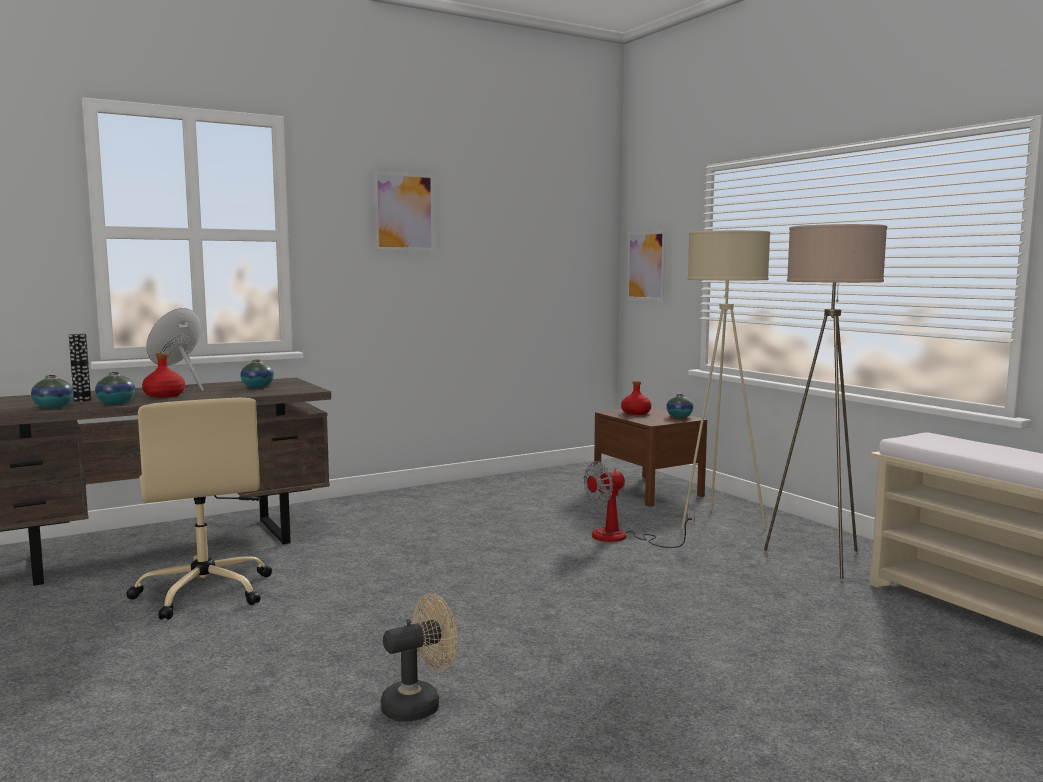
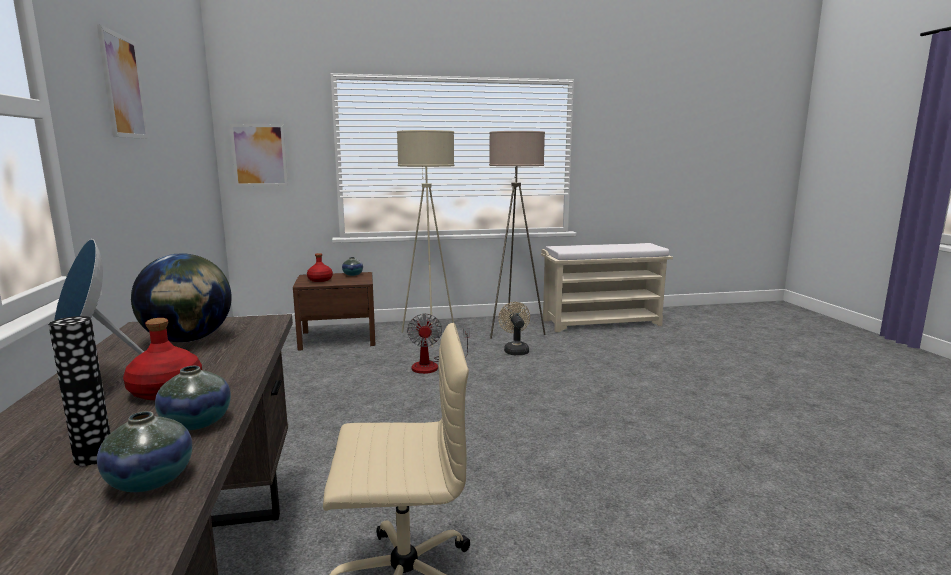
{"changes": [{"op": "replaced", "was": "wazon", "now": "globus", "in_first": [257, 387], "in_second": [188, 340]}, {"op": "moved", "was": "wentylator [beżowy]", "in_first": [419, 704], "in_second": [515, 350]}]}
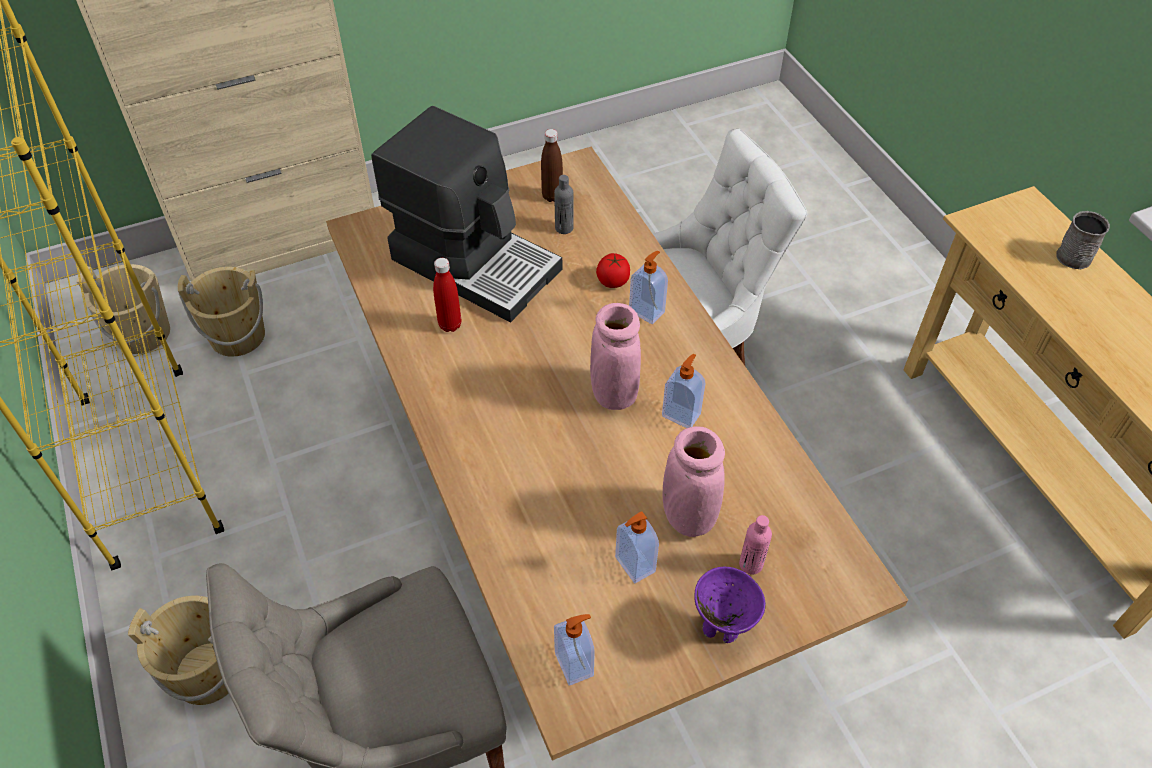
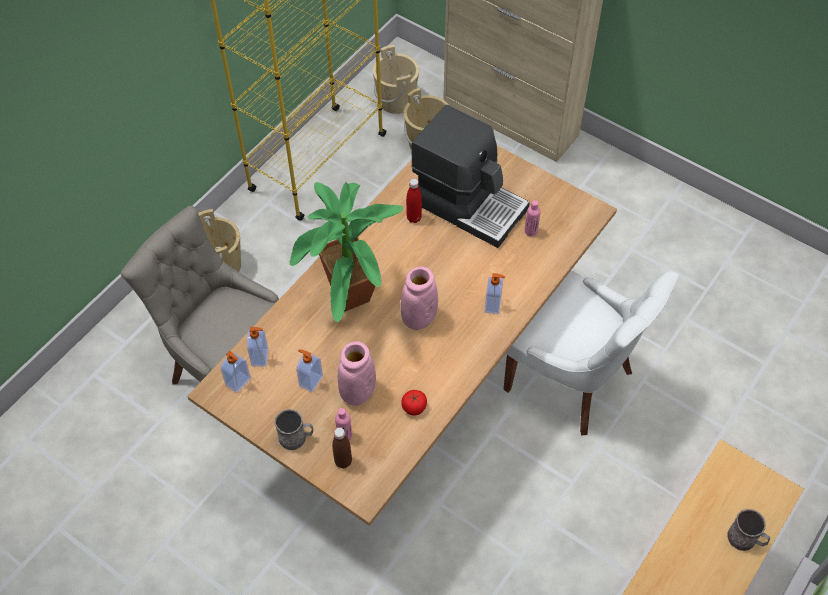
{"changes": [{"op": "turned", "was": "ekspres do kawy", "in_first": [476, 262], "in_second": [469, 204], "clockwise": -60}, {"op": "moved", "was": "butelka [brązowy]", "in_first": [552, 196], "in_second": [343, 461]}, {"op": "recoloured", "was": "butelka [szary]", "now": "butelka [różowy]", "in_first": [564, 228], "in_second": [531, 231]}, {"op": "moved", "was": "pomidor", "in_first": [613, 281], "in_second": [414, 407]}, {"op": "moved", "was": "dozownik mydła", "in_first": [681, 414], "in_second": [261, 357]}, {"op": "replaced", "was": "miska [fioletowy]", "now": "kubek [szary]", "in_first": [721, 628], "in_second": [296, 437]}, {"op": "added", "now": "roślina doniczkowa", "in_second": [350, 304]}]}
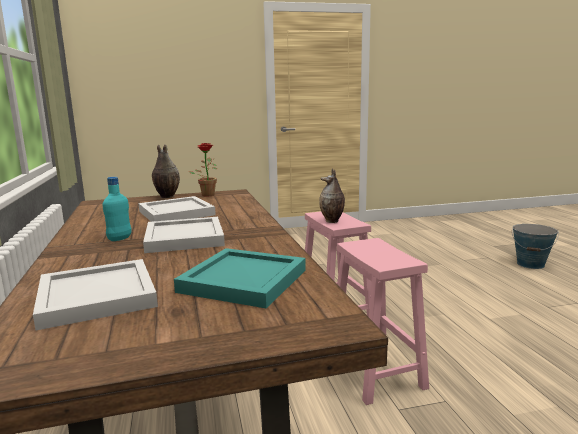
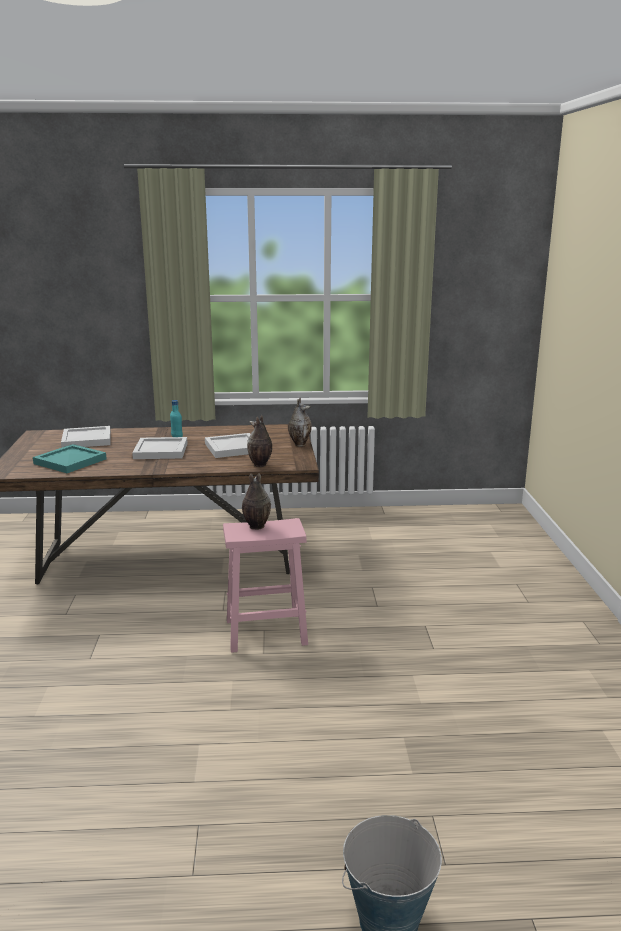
{"changes": [{"op": "removed", "was": "roślina doniczkowa", "in_first": [207, 194]}, {"op": "removed", "was": "stołek [różowy]", "in_first": [376, 373]}, {"op": "added", "now": "wazon", "in_second": [259, 465]}]}
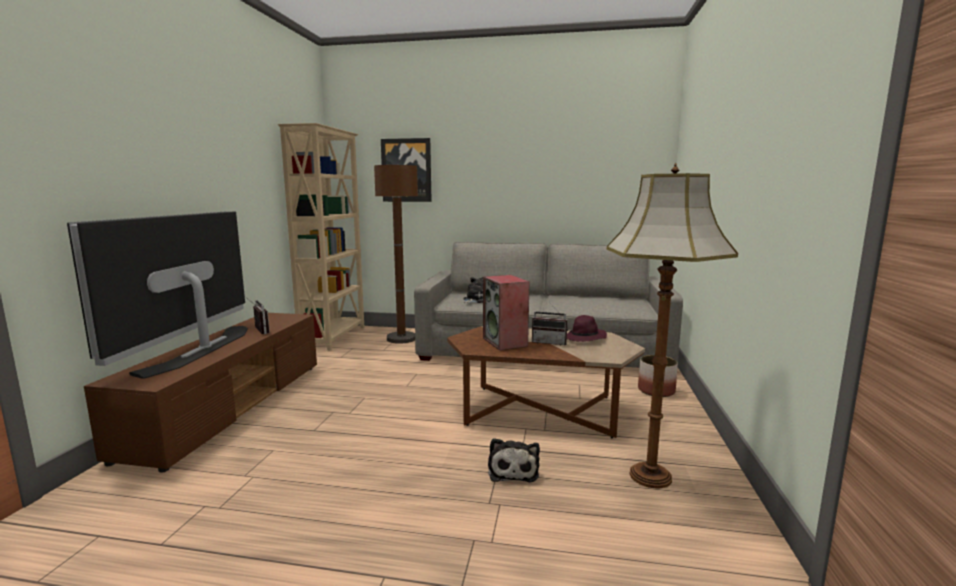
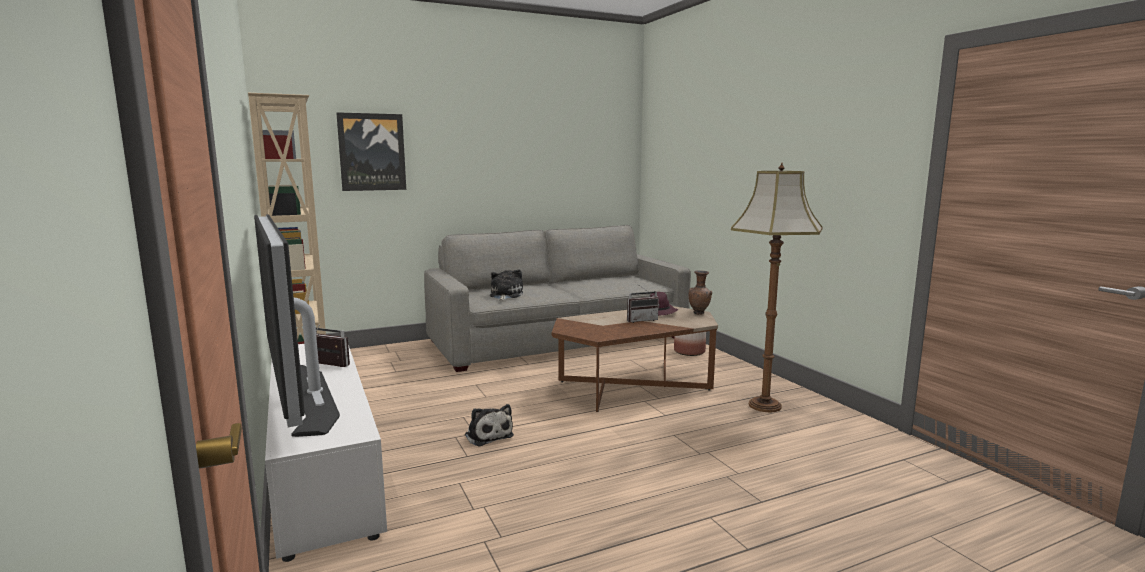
{"changes": [{"op": "removed", "was": "lampa stojąca [brązowy]", "in_first": [401, 339]}, {"op": "removed", "was": "głośnik", "in_first": [505, 342]}, {"op": "recoloured", "was": "szafka pod telewizor [brązowy]", "now": "szafka pod telewizor [biały]", "in_first": [231, 406], "in_second": [322, 465]}, {"op": "moved", "was": "pluszak", "in_first": [513, 470], "in_second": [488, 435]}, {"op": "added", "now": "wazon [brązowy]", "in_second": [699, 313]}]}
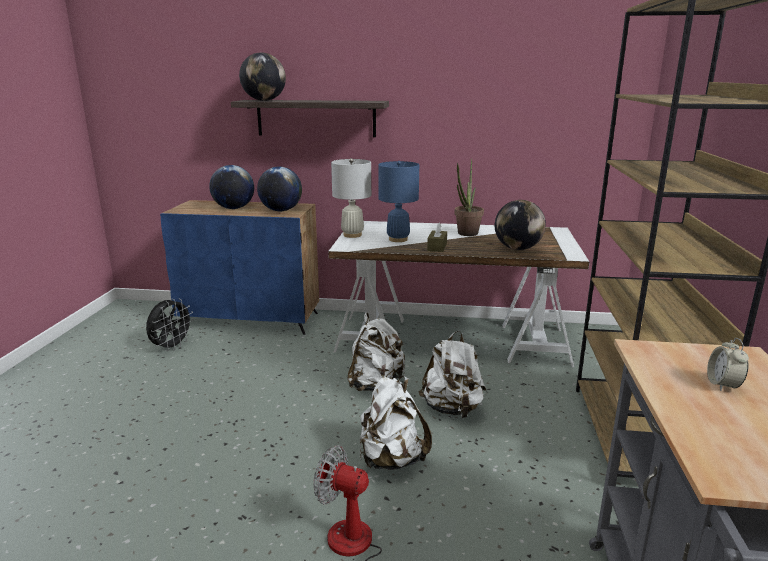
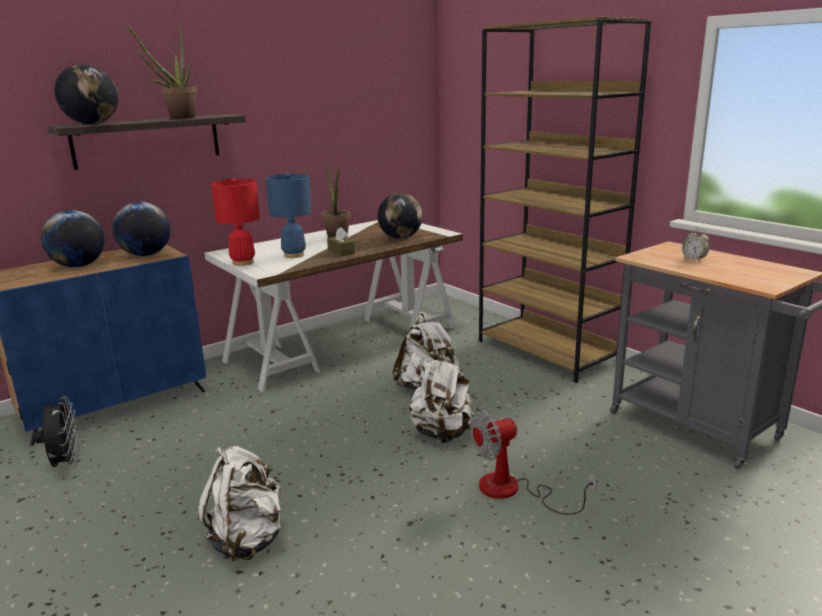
{"changes": [{"op": "recoloured", "was": "lampa stołowa [biały]", "now": "lampa stołowa [czerwony]", "in_first": [352, 235], "in_second": [243, 262]}, {"op": "moved", "was": "plecak [biały]", "in_first": [375, 384], "in_second": [248, 539]}, {"op": "added", "now": "roślina doniczkowa", "in_second": [177, 118]}]}
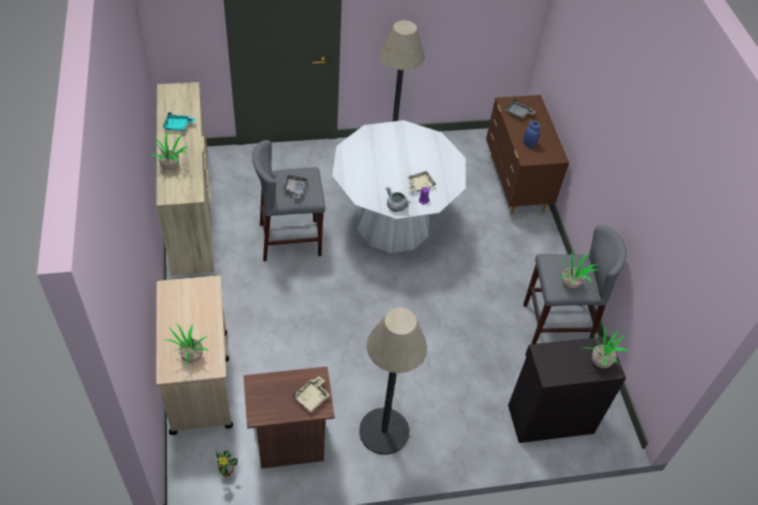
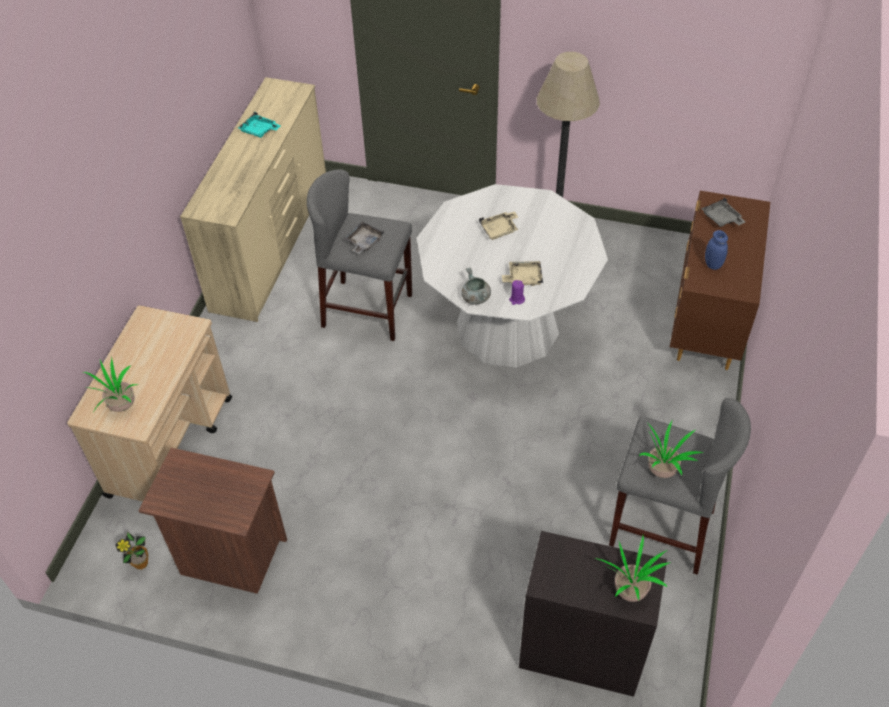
{"changes": [{"op": "removed", "was": "roślina doniczkowa", "in_first": [171, 166]}, {"op": "removed", "was": "lampa stojąca", "in_first": [384, 431]}, {"op": "moved", "was": "taca [beżowy]", "in_first": [312, 397], "in_second": [499, 230]}]}
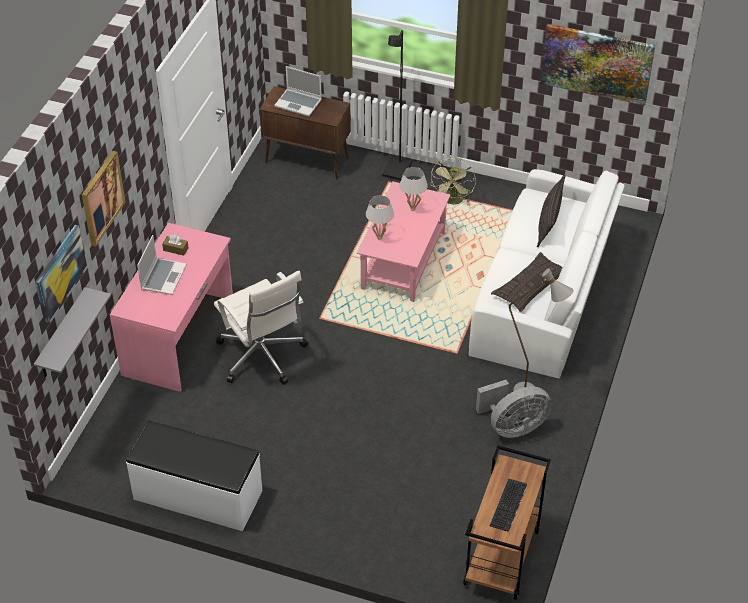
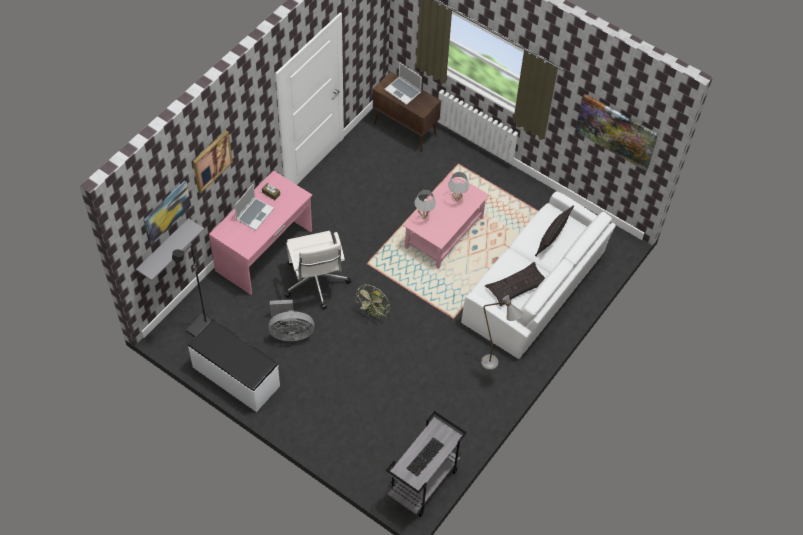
{"changes": [{"op": "moved", "was": "lampa stojąca [czarny]", "in_first": [397, 170], "in_second": [201, 328]}, {"op": "moved", "was": "wentylator [zielony]", "in_first": [453, 201], "in_second": [374, 313]}, {"op": "moved", "was": "wentylator [szary]", "in_first": [513, 427], "in_second": [290, 333]}, {"op": "recoloured", "was": "wózek [brązowy]", "now": "wózek [szary]", "in_first": [502, 558], "in_second": [423, 484]}]}
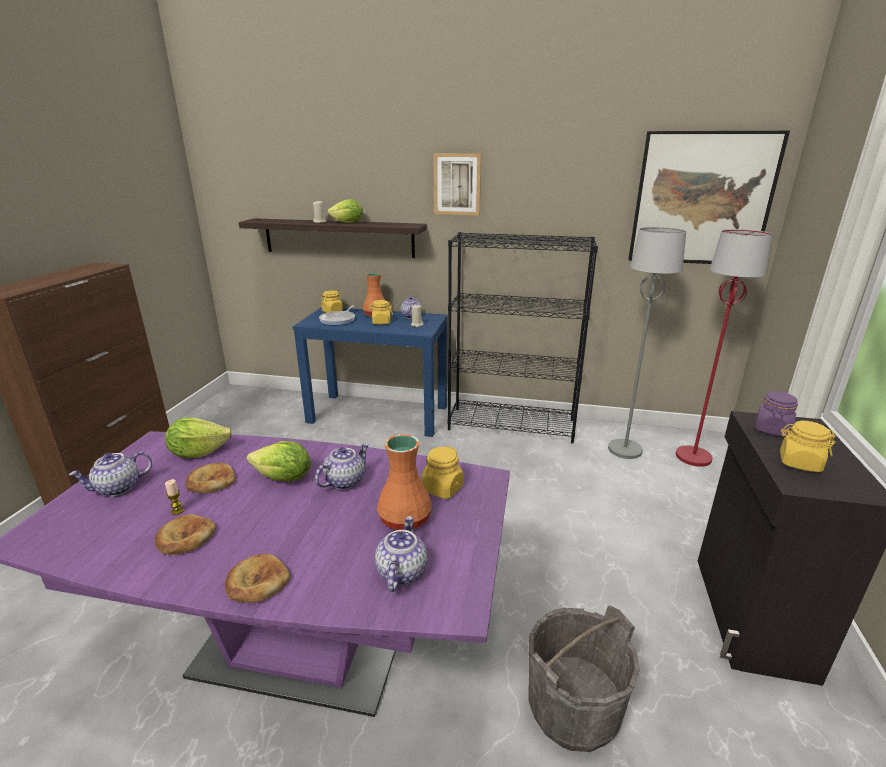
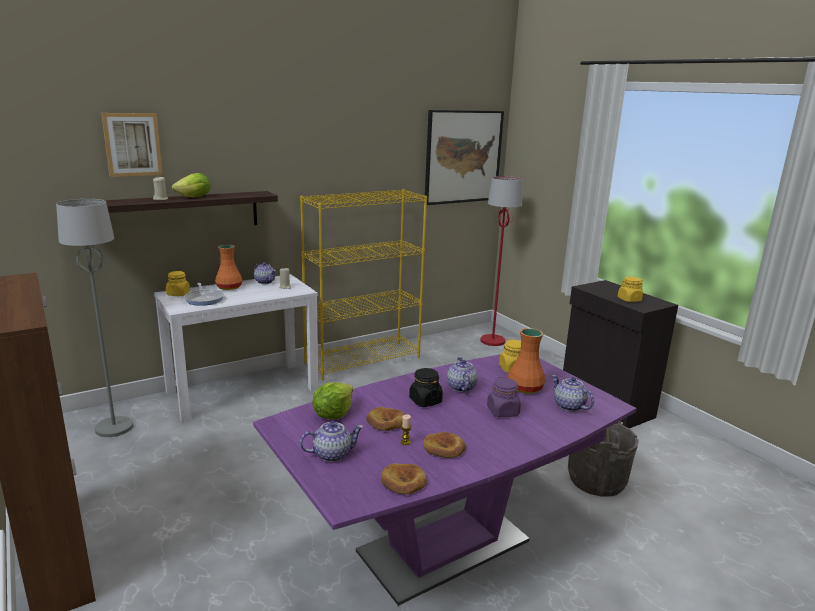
{"changes": [{"op": "moved", "was": "obraz", "in_first": [457, 184], "in_second": [132, 144]}, {"op": "moved", "was": "lampa stojąca [szary]", "in_first": [625, 450], "in_second": [115, 428]}, {"op": "recoloured", "was": "regał [czarny]", "now": "regał [żółty]", "in_first": [512, 425], "in_second": [363, 360]}, {"op": "removed", "was": "słoik [żółty]", "in_first": [381, 322]}, {"op": "recoloured", "was": "stolik konsolowy [niebieski]", "now": "stolik konsolowy [biały]", "in_first": [378, 414], "in_second": [243, 390]}, {"op": "moved", "was": "słoik [fioletowy]", "in_first": [772, 429], "in_second": [503, 411]}, {"op": "replaced", "was": "sałata", "now": "słoik [czarny]", "in_first": [284, 478], "in_second": [425, 401]}, {"op": "turned", "was": "imbryk", "in_first": [118, 488], "in_second": [332, 454], "clockwise": -120}, {"op": "moved", "was": "chleb", "in_first": [257, 582], "in_second": [403, 482]}]}
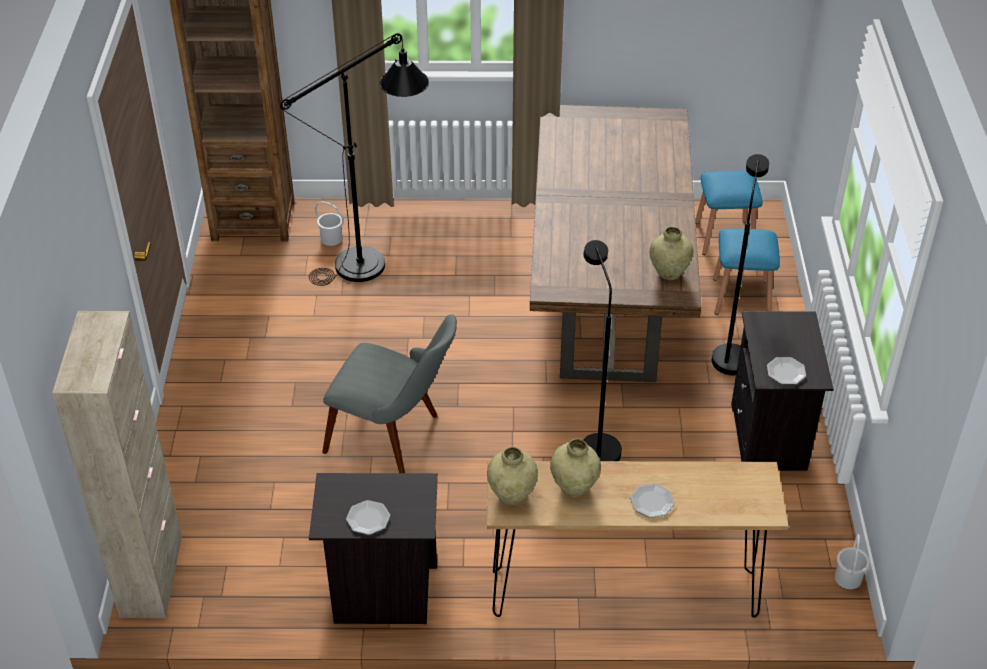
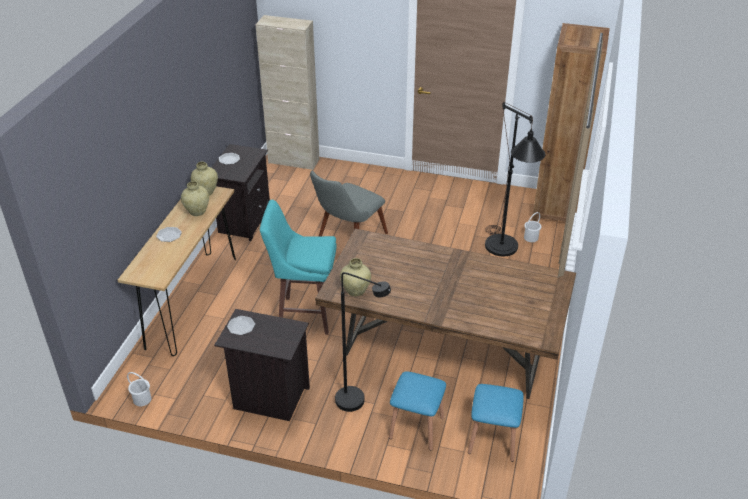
{"changes": [{"op": "replaced", "was": "lampa stojąca [czarny]", "now": "stołek [turkusowy]", "in_first": [595, 444], "in_second": [304, 315]}]}
